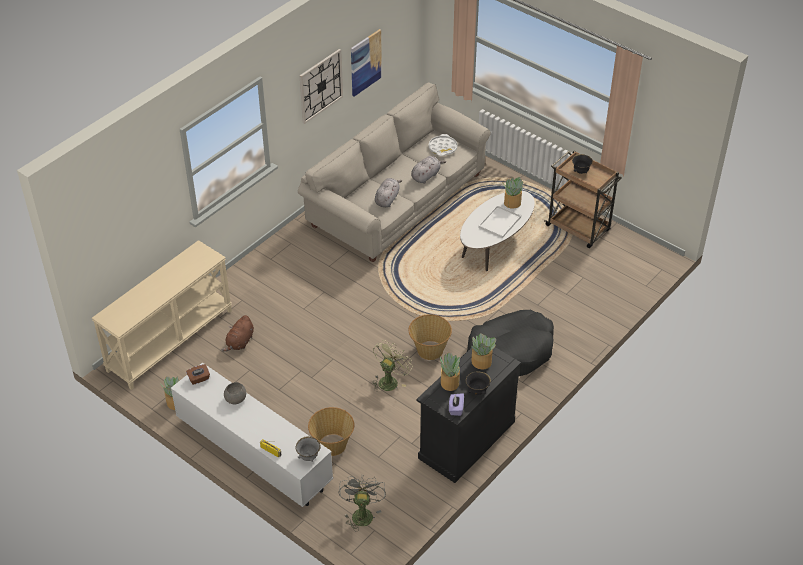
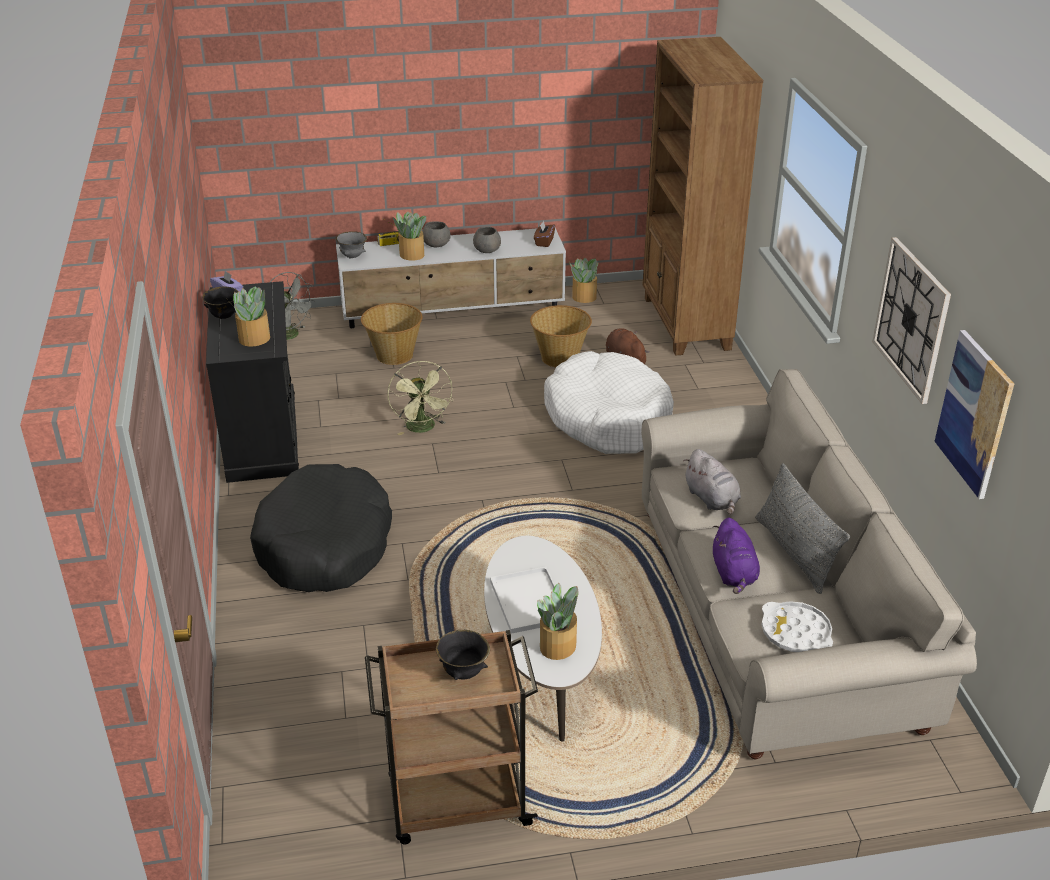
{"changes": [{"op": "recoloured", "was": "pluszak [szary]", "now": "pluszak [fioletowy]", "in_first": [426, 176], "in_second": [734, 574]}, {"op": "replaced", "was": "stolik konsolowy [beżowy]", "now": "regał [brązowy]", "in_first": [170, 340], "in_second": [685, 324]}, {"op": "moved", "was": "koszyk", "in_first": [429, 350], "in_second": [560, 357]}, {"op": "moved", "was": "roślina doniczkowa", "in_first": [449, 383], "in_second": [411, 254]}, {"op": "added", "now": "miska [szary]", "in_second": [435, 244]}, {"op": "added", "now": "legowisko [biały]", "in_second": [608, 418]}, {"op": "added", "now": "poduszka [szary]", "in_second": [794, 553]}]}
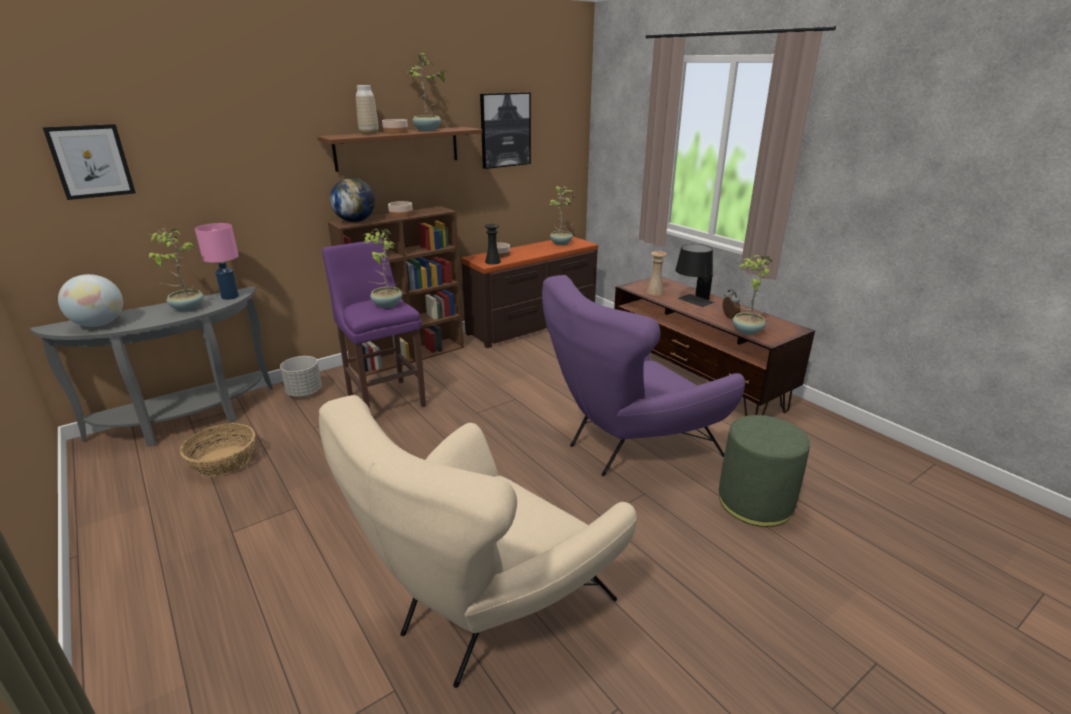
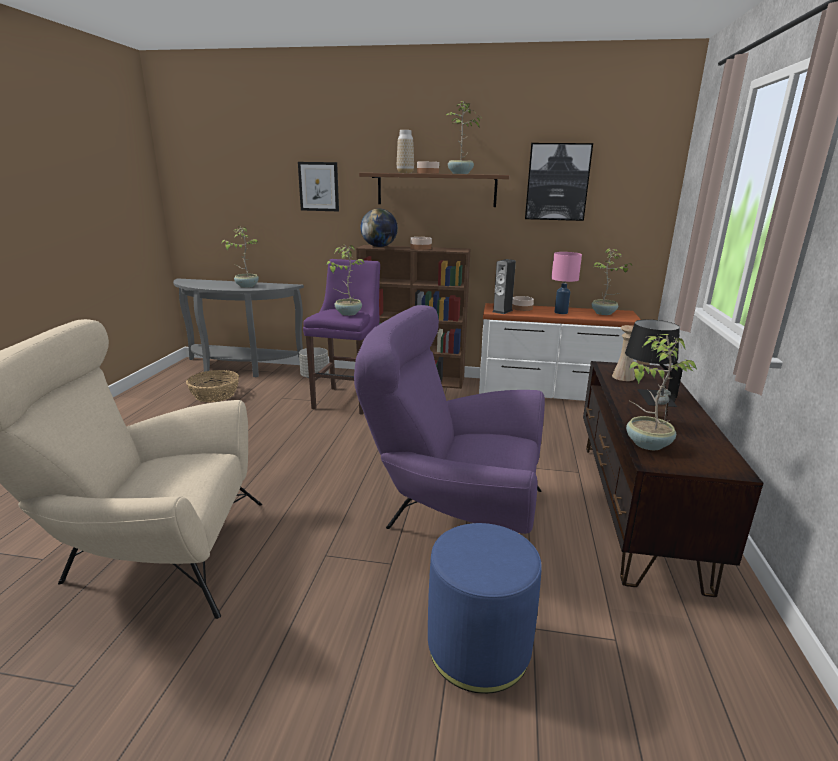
{"changes": [{"op": "moved", "was": "obraz", "in_first": [91, 161], "in_second": [319, 186]}, {"op": "moved", "was": "lampa stołowa [różowy]", "in_first": [229, 297], "in_second": [560, 312]}, {"op": "replaced", "was": "wazon [czarny]", "now": "głośnik", "in_first": [492, 262], "in_second": [502, 311]}, {"op": "recoloured", "was": "komoda [brązowy]", "now": "komoda [biały]", "in_first": [533, 325], "in_second": [550, 393]}, {"op": "removed", "was": "globus", "in_first": [100, 324]}, {"op": "recoloured", "was": "pufa [zielony]", "now": "pufa [niebieski]", "in_first": [755, 502], "in_second": [478, 648]}]}
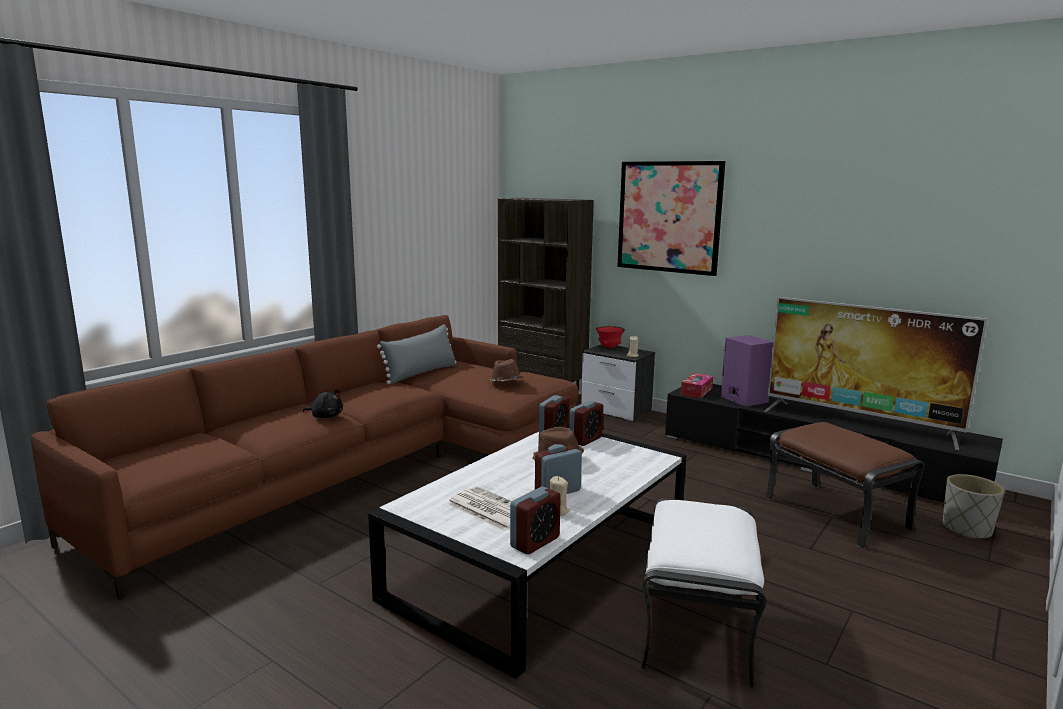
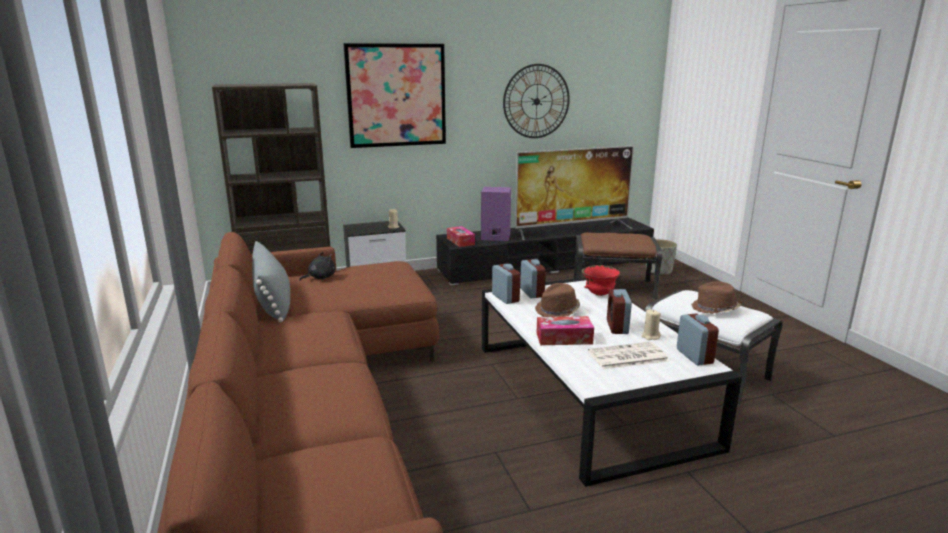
{"changes": [{"op": "moved", "was": "miska [czerwony]", "in_first": [609, 348], "in_second": [599, 294]}, {"op": "moved", "was": "kapelusz [brązowy]", "in_first": [505, 382], "in_second": [715, 309]}, {"op": "moved", "was": "pluszak [czarny]", "in_first": [325, 416], "in_second": [320, 278]}, {"op": "added", "now": "zegar ścienny", "in_second": [536, 101]}, {"op": "added", "now": "pudełko chusteczek", "in_second": [564, 338]}]}
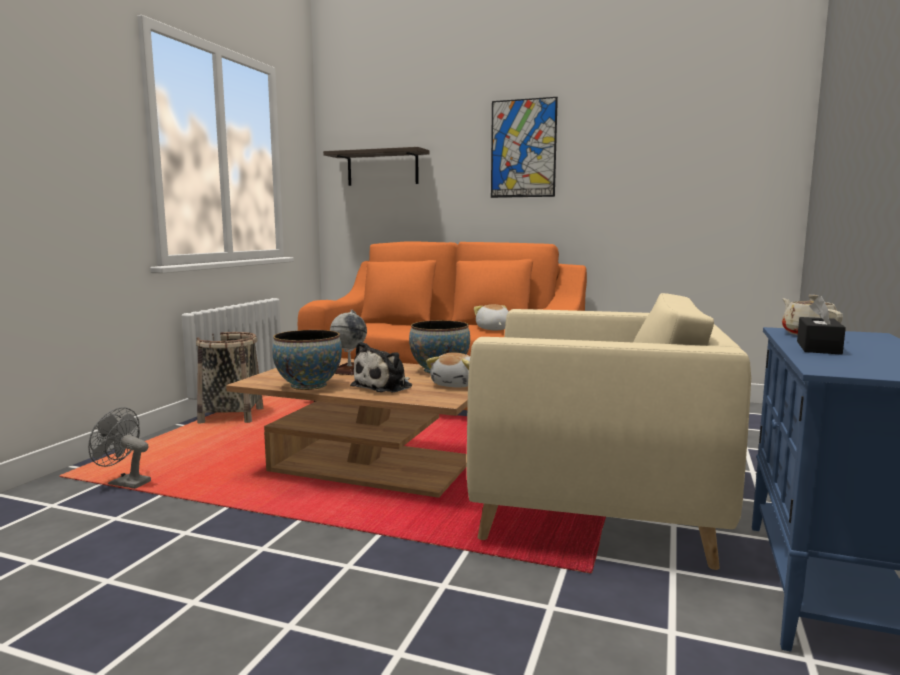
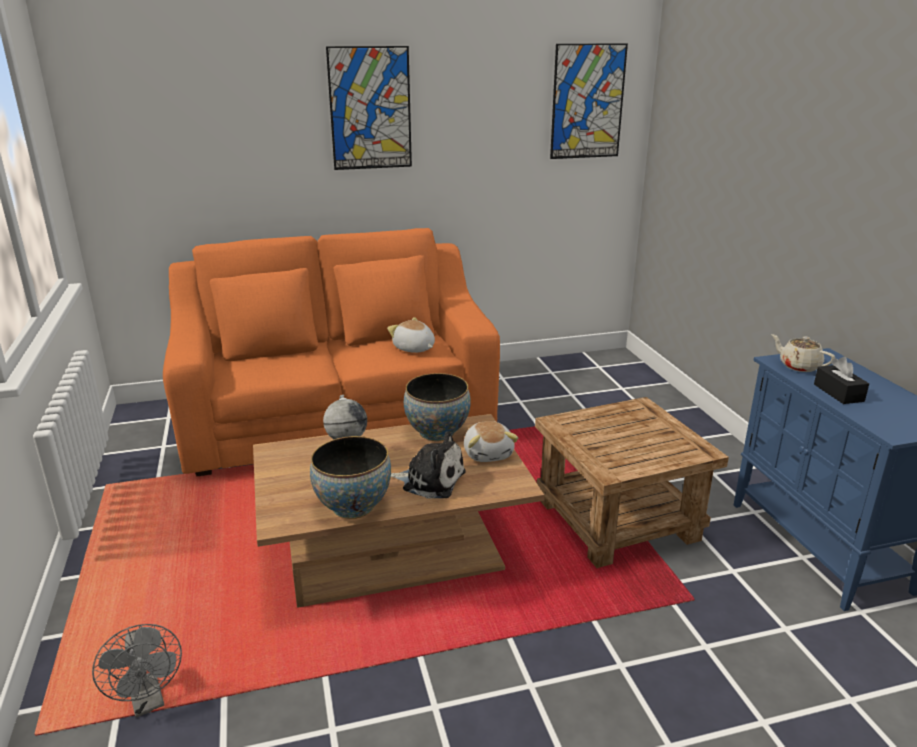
{"changes": [{"op": "removed", "was": "półka", "in_first": [382, 168]}, {"op": "replaced", "was": "fotel [beżowy]", "now": "stolik [brązowy]", "in_first": [596, 502], "in_second": [619, 521]}, {"op": "removed", "was": "koszyk", "in_first": [231, 416]}, {"op": "turned", "was": "pluszak", "in_first": [385, 386], "in_second": [430, 480], "clockwise": -75}, {"op": "turned", "was": "wentylator [szary]", "in_first": [124, 483], "in_second": [148, 702], "clockwise": -105}, {"op": "added", "now": "obraz", "in_second": [587, 102]}]}
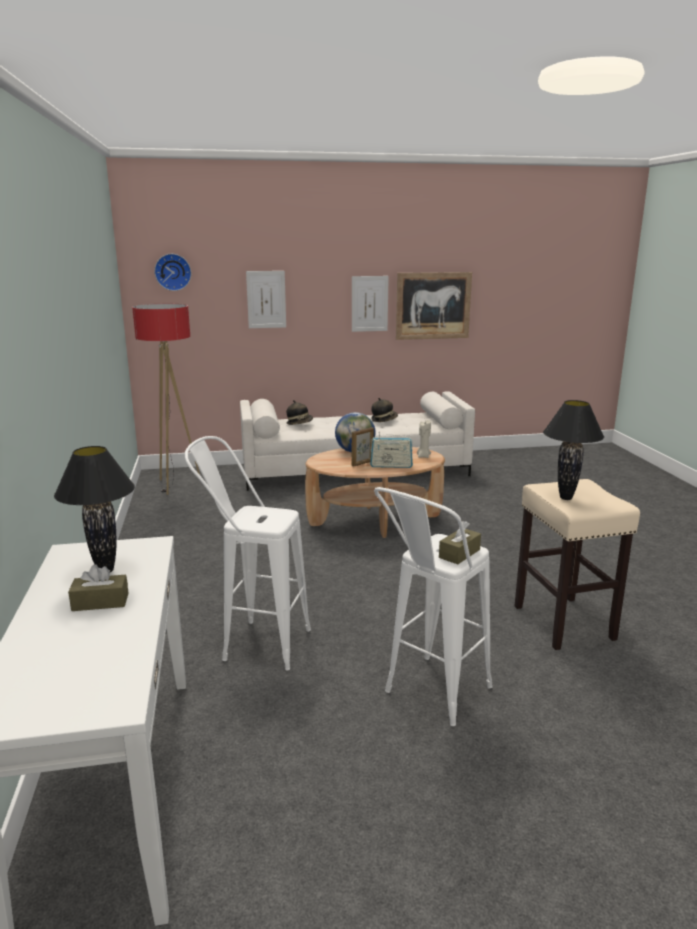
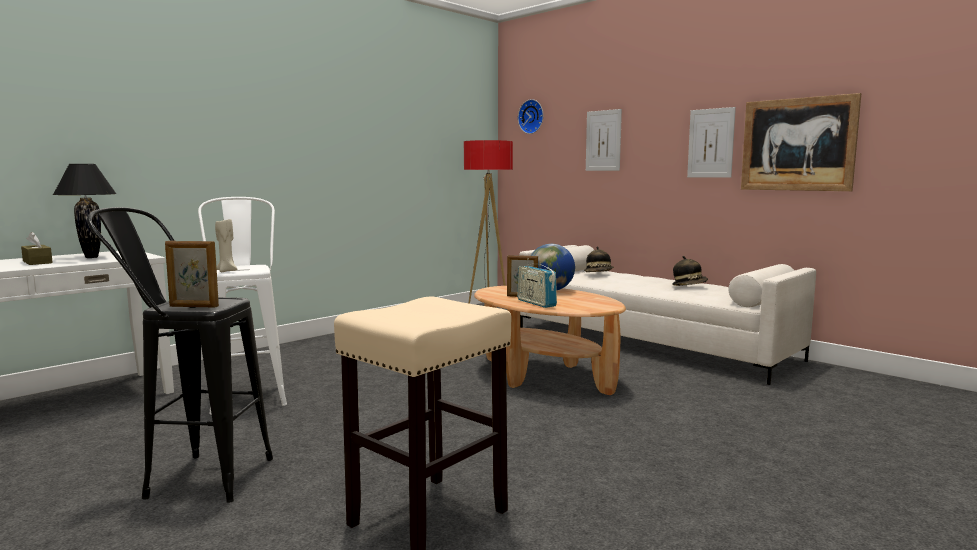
{"changes": [{"op": "removed", "was": "lampa stołowa [czarny]", "in_first": [565, 498]}, {"op": "moved", "was": "świeca [beżowy]", "in_first": [423, 456], "in_second": [227, 271]}, {"op": "recoloured", "was": "stołek [biały]", "now": "stołek [czarny]", "in_first": [429, 698], "in_second": [193, 477]}, {"op": "replaced", "was": "pudełko chusteczek [brązowy]", "now": "ramka na zdjęcie", "in_first": [459, 553], "in_second": [193, 306]}]}
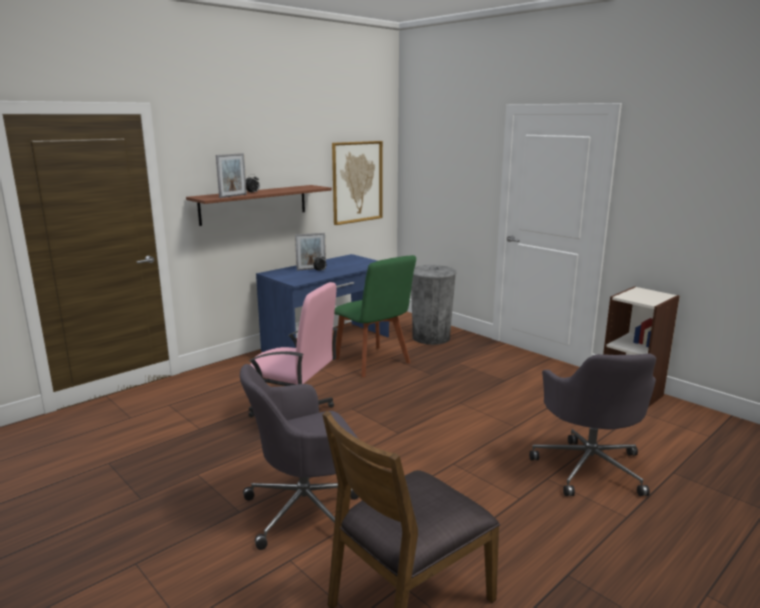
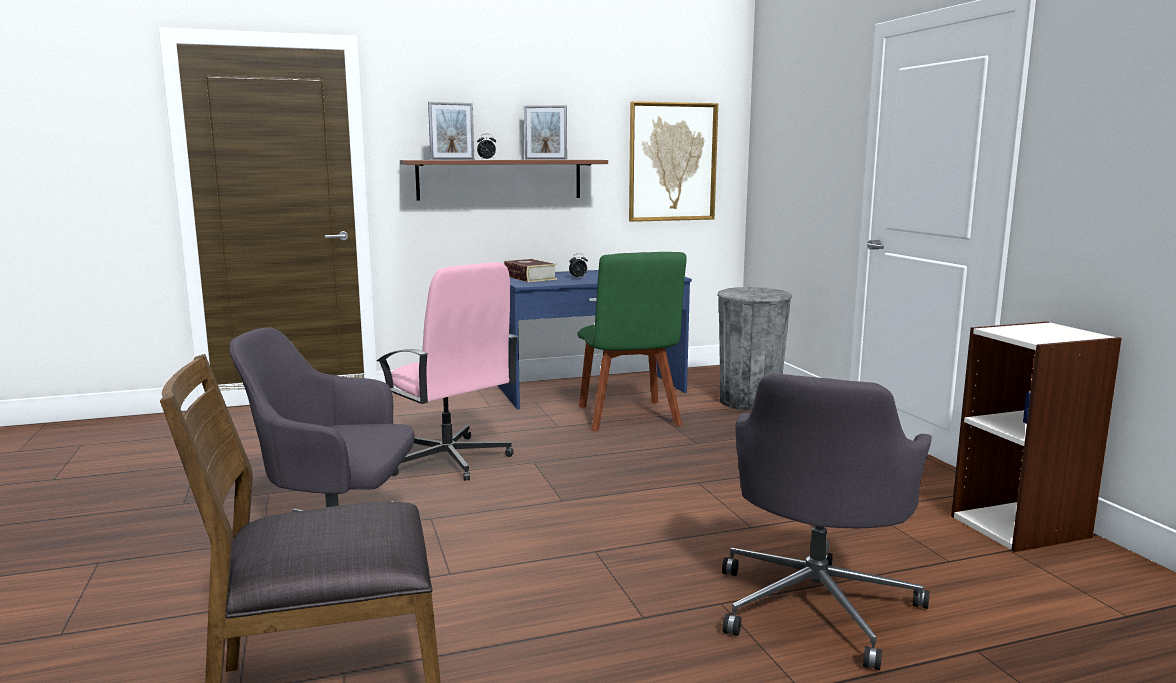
{"changes": [{"op": "moved", "was": "ramka na zdjęcie", "in_first": [311, 269], "in_second": [545, 159]}, {"op": "added", "now": "książka", "in_second": [530, 277]}]}
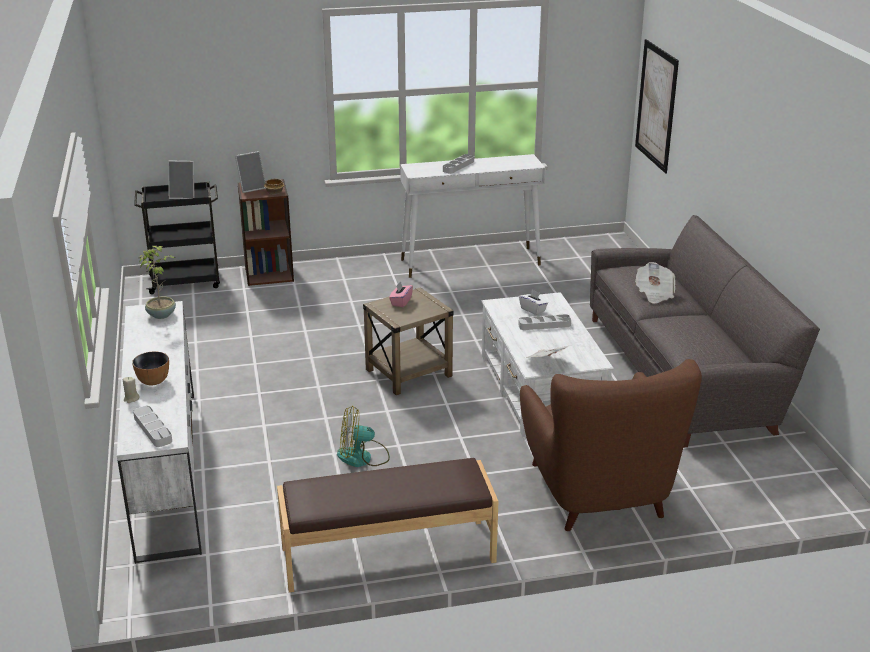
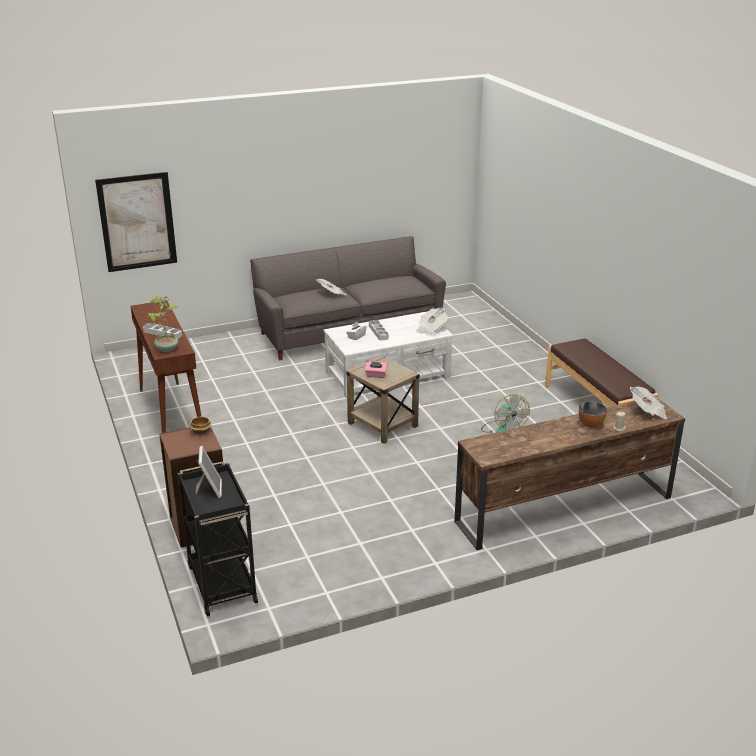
{"changes": [{"op": "removed", "was": "ramka na zdjęcie", "in_first": [251, 188]}, {"op": "recoloured", "was": "stolik konsolowy [biały]", "now": "stolik konsolowy [brązowy]", "in_first": [471, 262], "in_second": [171, 415]}, {"op": "moved", "was": "roślina doniczkowa", "in_first": [162, 314], "in_second": [166, 349]}, {"op": "recoloured", "was": "szafka pod telewizor [biały]", "now": "szafka pod telewizor [brązowy]", "in_first": [168, 469], "in_second": [563, 509]}, {"op": "removed", "was": "fotel [brązowy]", "in_first": [598, 493]}, {"op": "replaced", "was": "taca [szary]", "now": "gazeta", "in_first": [153, 429], "in_second": [647, 412]}]}
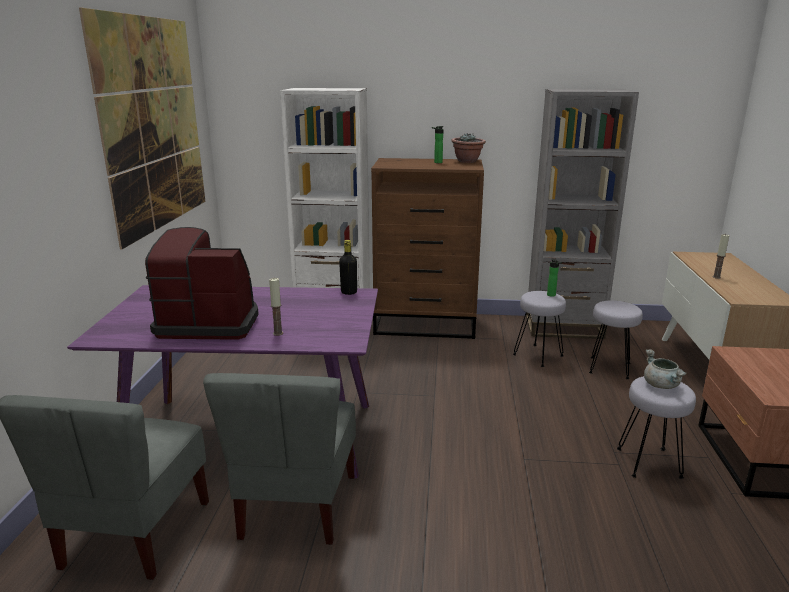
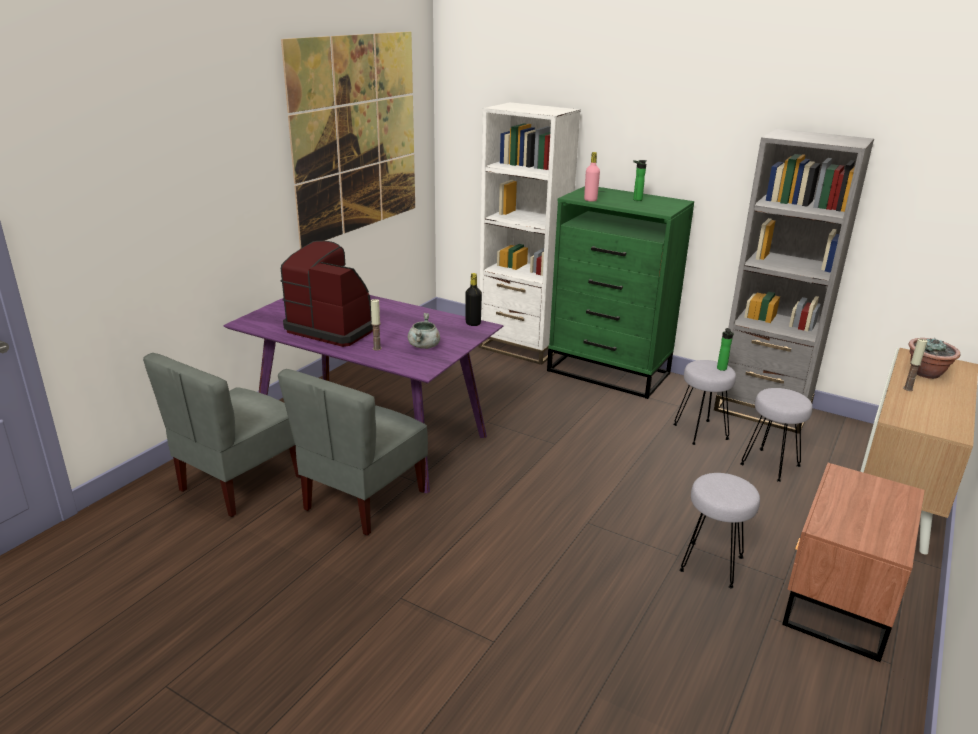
{"changes": [{"op": "moved", "was": "roślina doniczkowa", "in_first": [467, 161], "in_second": [926, 373]}, {"op": "recoloured", "was": "komoda [brązowy]", "now": "komoda [zielony]", "in_first": [426, 324], "in_second": [609, 372]}, {"op": "moved", "was": "garnek [szary]", "in_first": [662, 385], "in_second": [424, 346]}, {"op": "added", "now": "butelka [różowy]", "in_second": [590, 200]}]}
